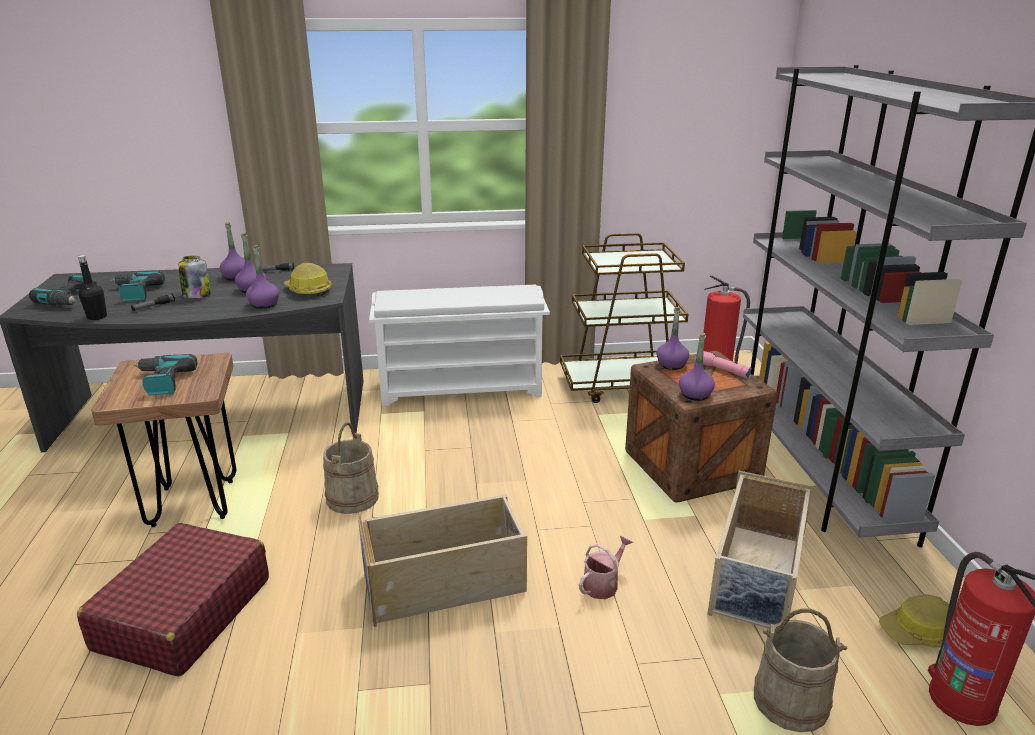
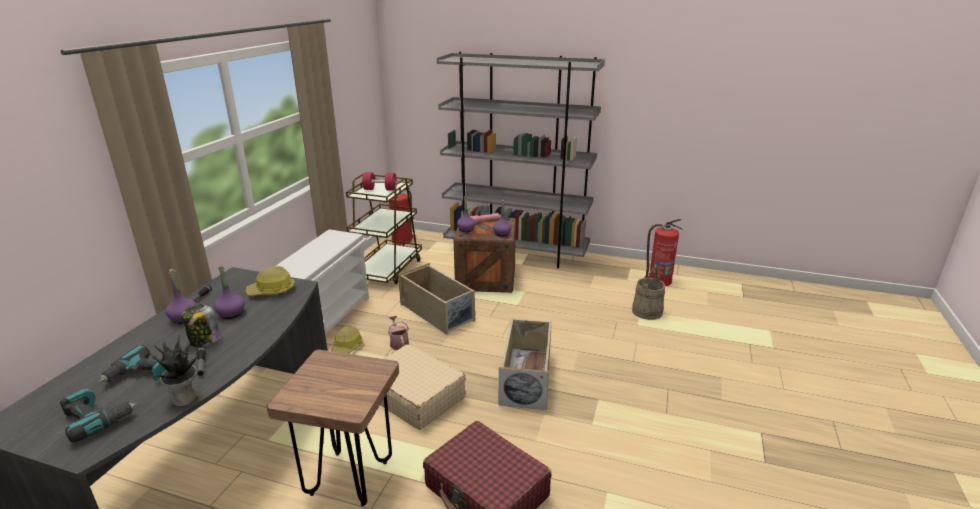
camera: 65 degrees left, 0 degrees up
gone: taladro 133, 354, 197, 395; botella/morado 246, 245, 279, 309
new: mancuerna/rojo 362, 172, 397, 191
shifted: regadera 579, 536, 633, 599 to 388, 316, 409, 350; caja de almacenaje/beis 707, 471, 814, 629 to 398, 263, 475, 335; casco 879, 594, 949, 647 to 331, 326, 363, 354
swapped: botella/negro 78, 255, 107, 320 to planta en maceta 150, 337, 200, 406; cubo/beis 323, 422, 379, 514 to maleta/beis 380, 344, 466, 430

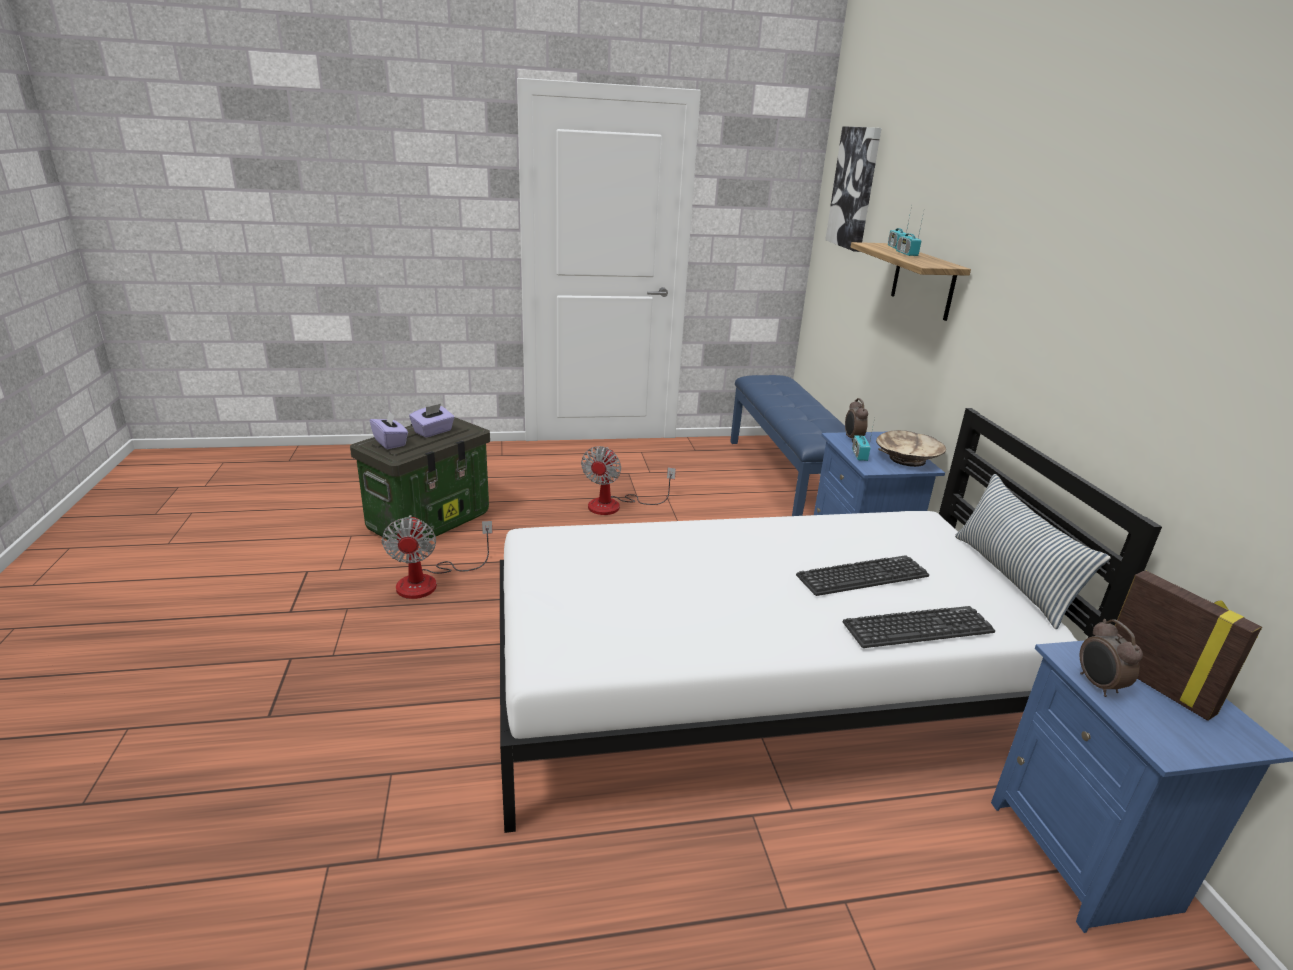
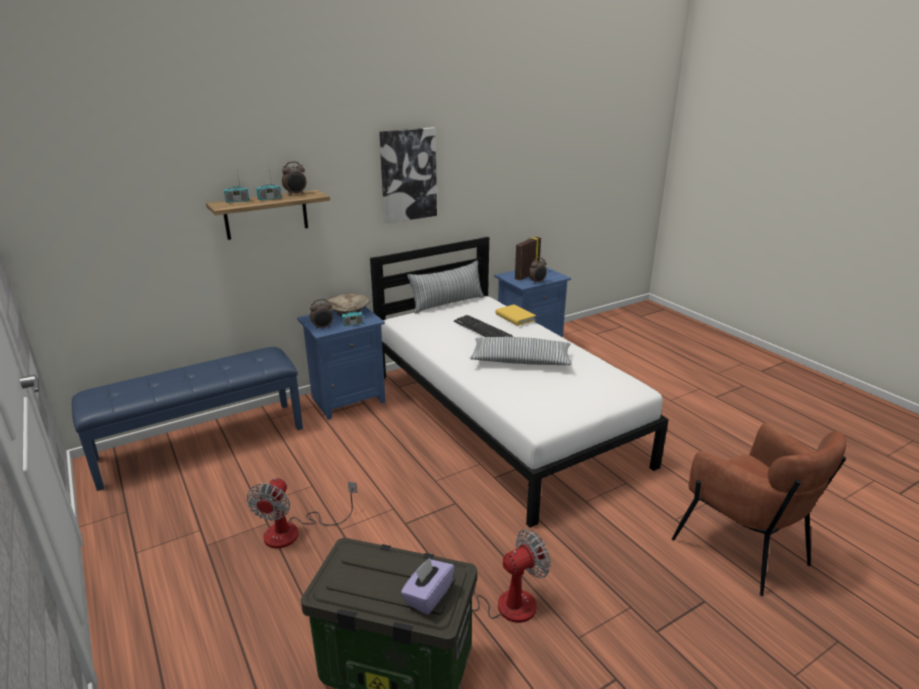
camera: 110 degrees left, 0 degrees up
gone: caja de pañuelos/morado 409, 404, 455, 438
new: despertador 282, 161, 307, 195; cojín 470, 337, 572, 365; sillón/marrón 672, 423, 846, 596
shifted: cuadro 825, 126, 882, 252 to 379, 127, 437, 224
swapped: teclado 843, 606, 995, 648 to libro/amarillo 495, 304, 536, 326
rotated: ventilador 581, 446, 676, 515 = 247, 478, 357, 549 105 degrees clockwise

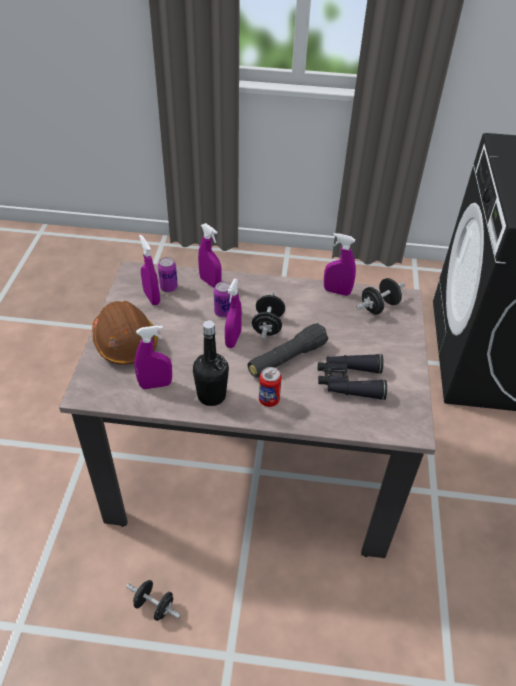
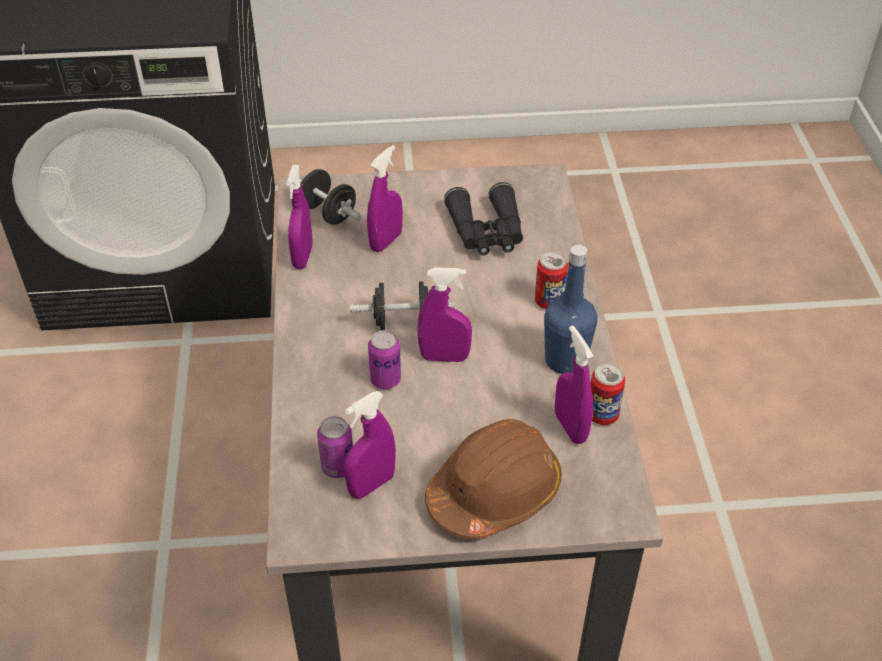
camera: 100 degrees left, 0 degrees up
gone: mancuerna/negro 126, 580, 181, 621; linterna/negro 248, 323, 328, 378
new: lata 591, 364, 625, 425
shifted: pulverizador/morado 198, 223, 222, 288 to 367, 145, 403, 252
repainted: botella/negro 193, 320, 229, 406 to botella/azul 544, 245, 598, 374

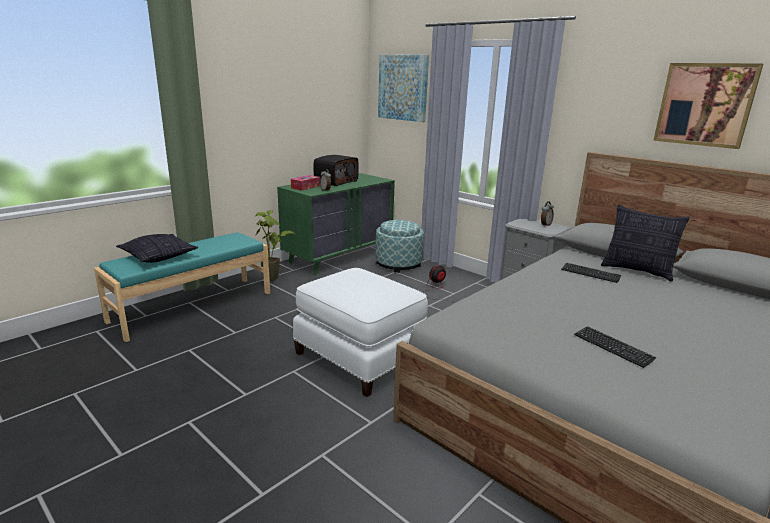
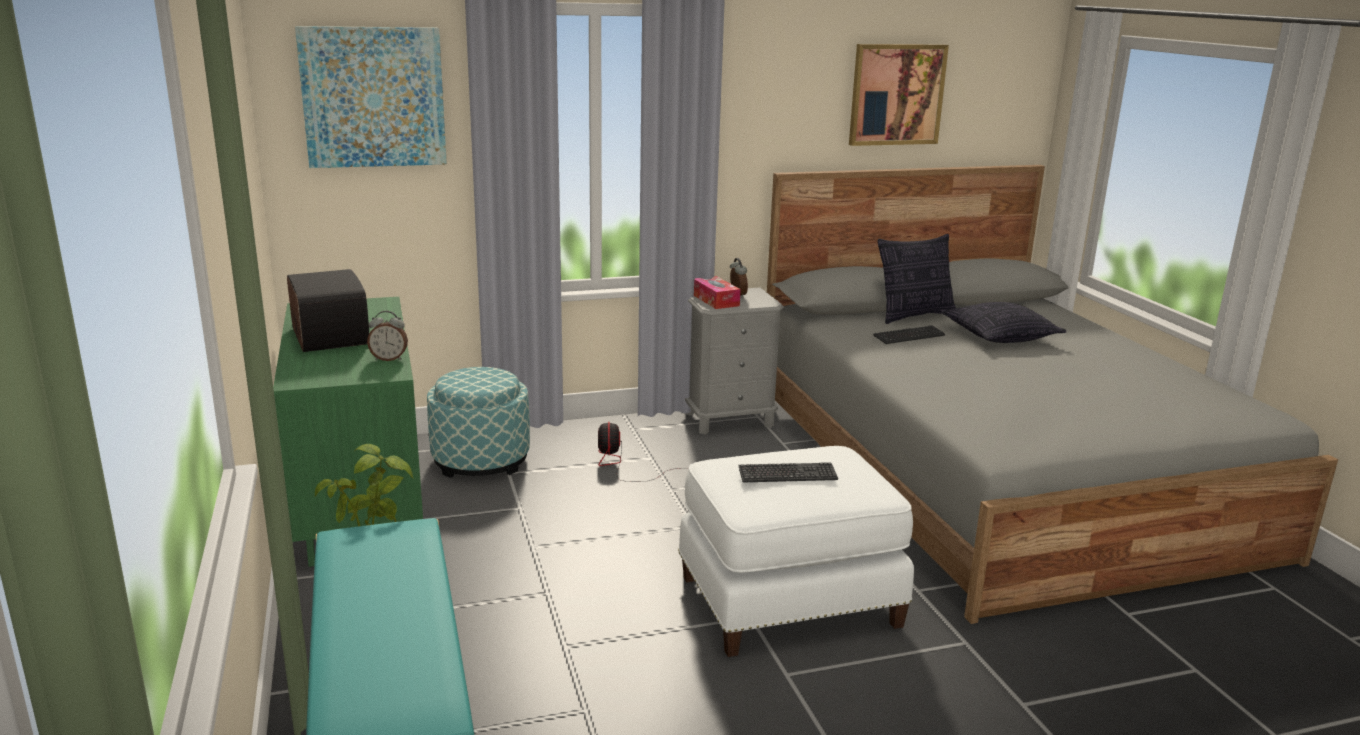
camera: 60 degrees left, 0 degrees up
shifted: cojín 116, 234, 198, 263 to 940, 302, 1066, 343; caja de pañuelos 291, 175, 320, 191 to 694, 276, 741, 309; teclado 574, 326, 657, 368 to 738, 462, 838, 482

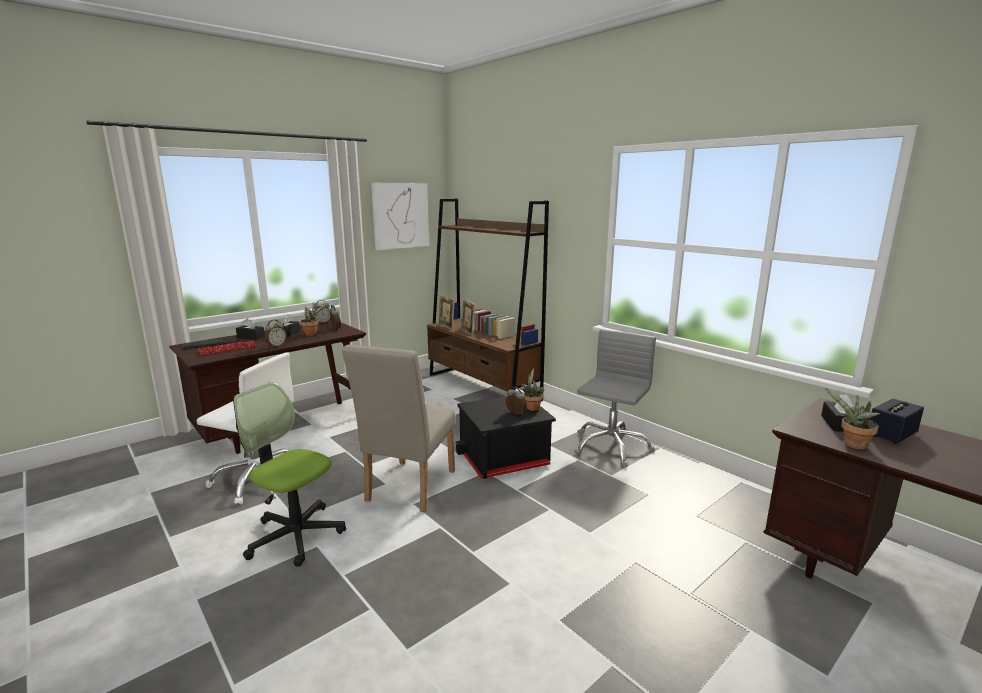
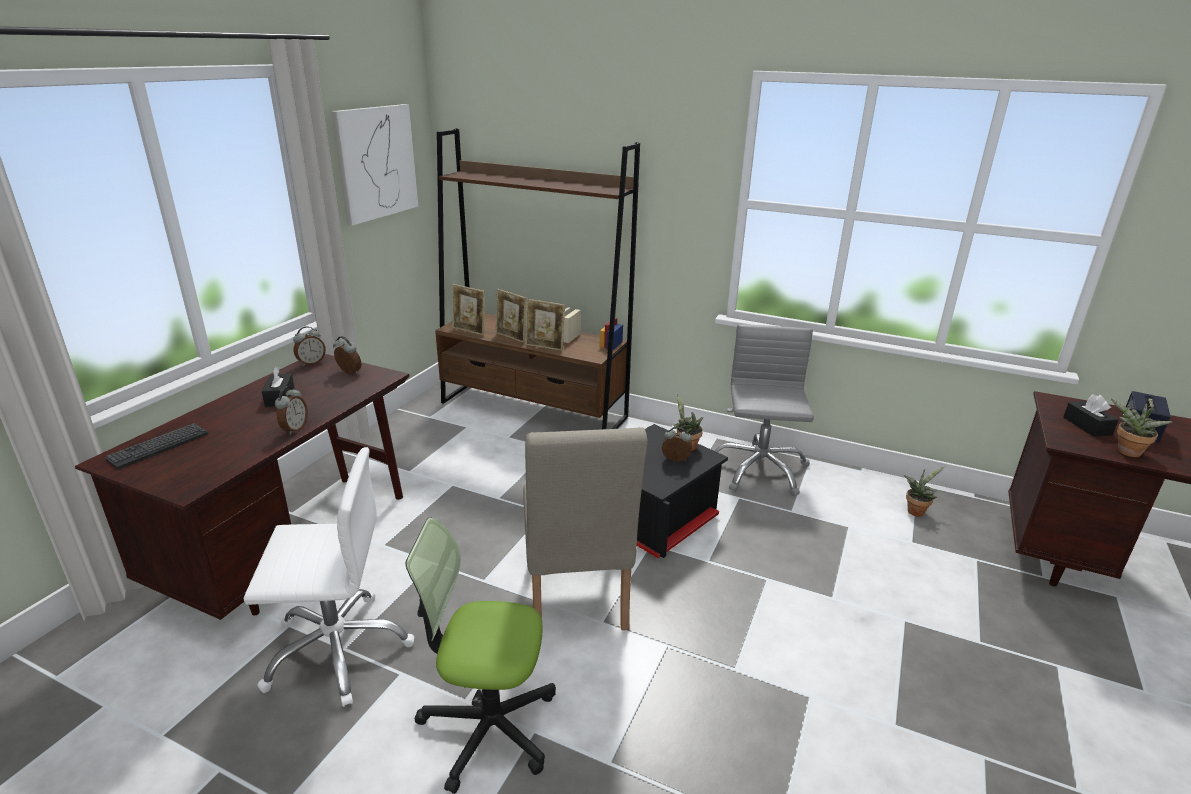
camera: 25 degrees left, 10 degrees up
gone: teclado 197, 341, 257, 356; caja de pañuelos/negro 236, 318, 265, 340
new: portarretratos 525, 299, 565, 351
shifted: planta en maceta 301, 303, 328, 336 to 904, 467, 944, 517

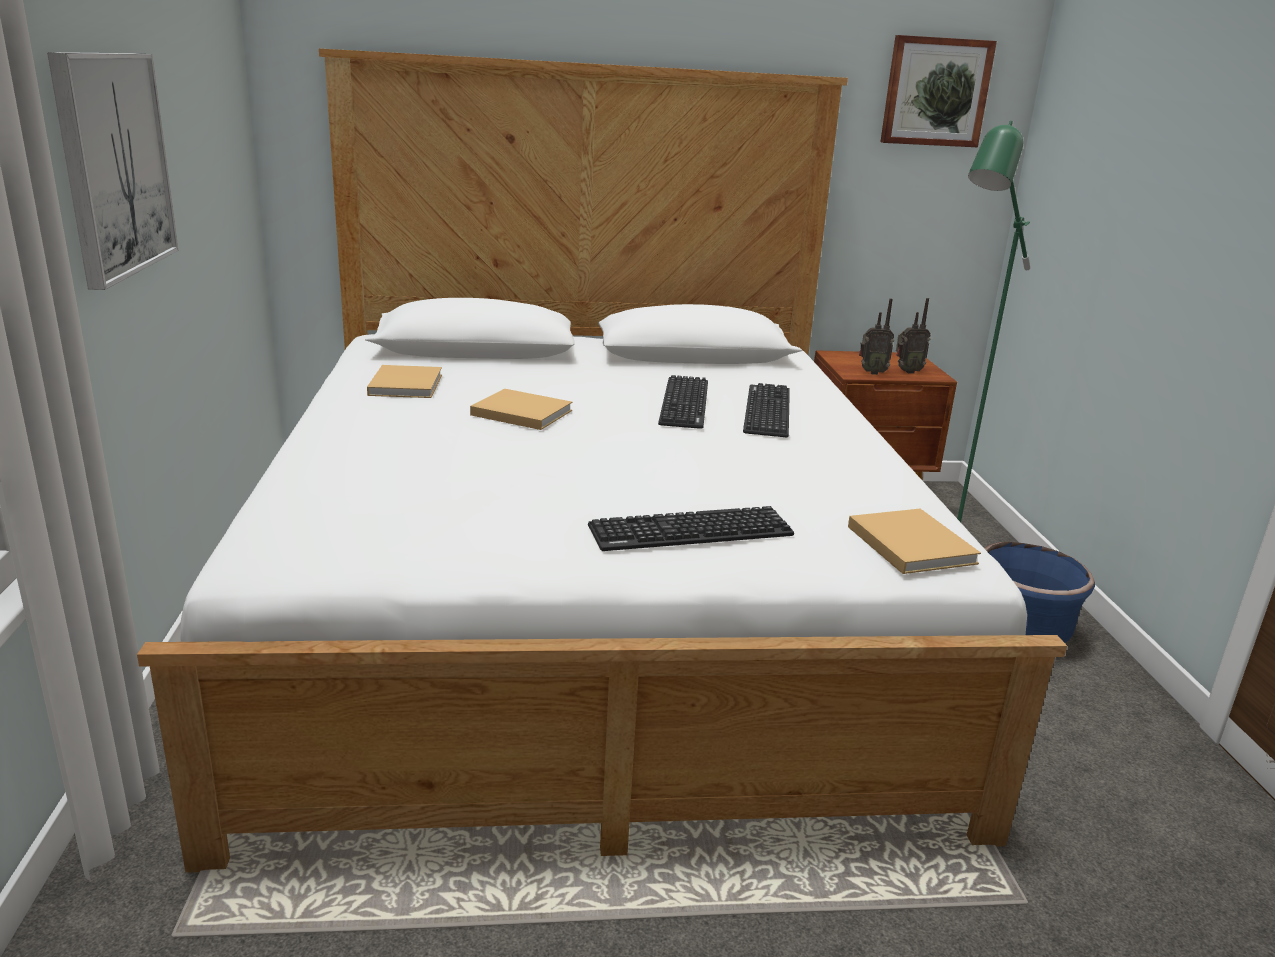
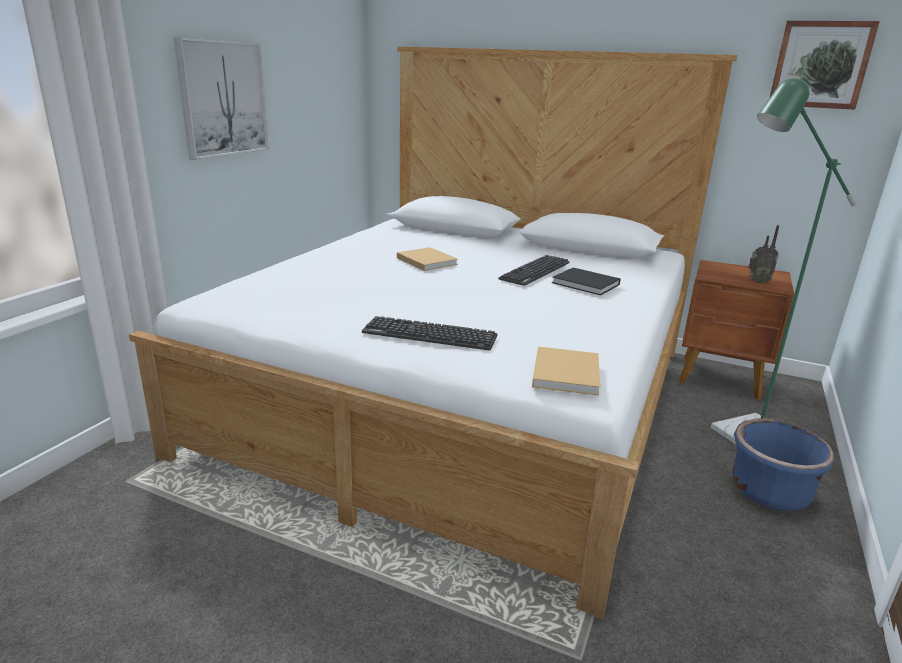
camera: 30 degrees right, 0 degrees up
gone: libro/beis 367, 365, 442, 398; radio 859, 298, 894, 375
swapped: teclado 743, 383, 790, 437 to libro/negro 552, 267, 621, 296

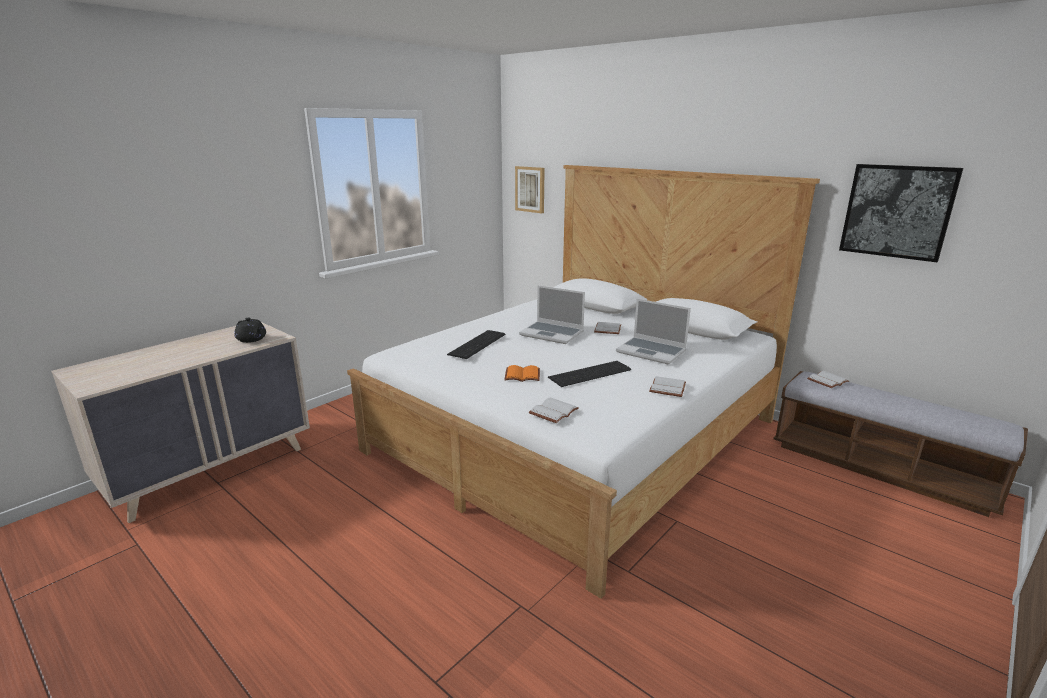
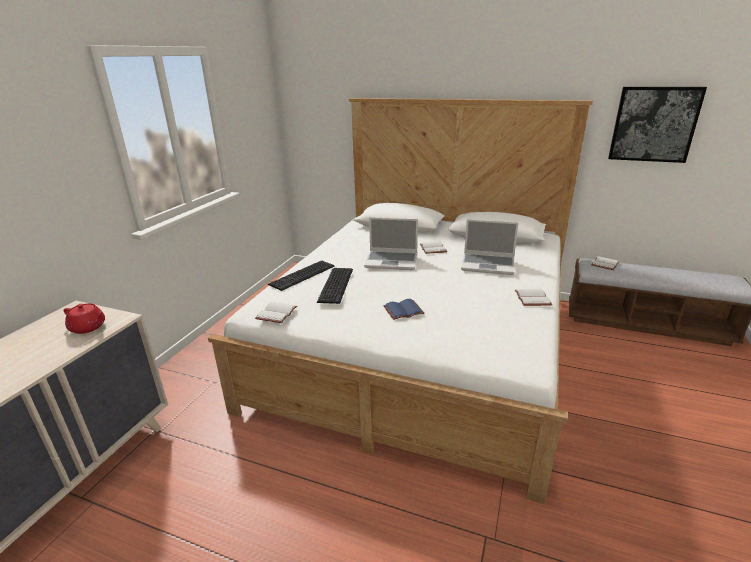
camera: 20 degrees left, 5 degrees up
gone: cuadro 515, 166, 545, 213
shifted: libro/blanco 528, 397, 579, 423 to 255, 302, 297, 323; teclado 548, 361, 631, 387 to 268, 261, 334, 291
repainted: tetera/negro 234, 318, 266, 343 to tetera/rojo 63, 303, 105, 334; libro/naranja 505, 365, 540, 382 to libro/azul 384, 299, 425, 320

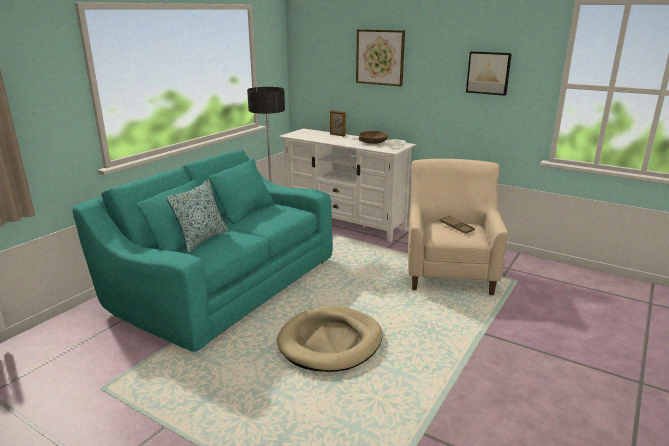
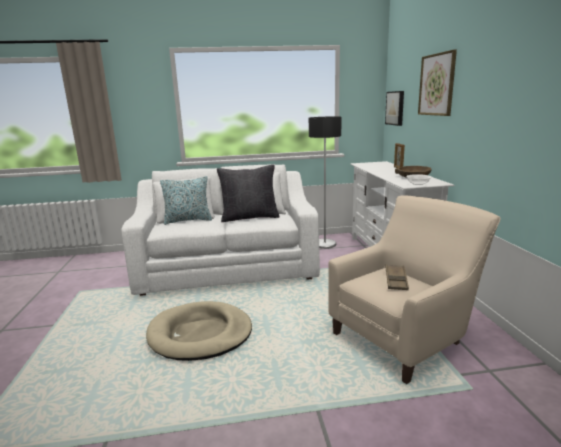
camera: 50 degrees right, 5 degrees down
new: cojín/negro 217, 165, 279, 222
shifted: cuadro 466, 51, 512, 96 to 385, 91, 404, 126
repainted: sofá/turquesa 72, 149, 333, 352 to sofá/blanco 121, 165, 320, 296

